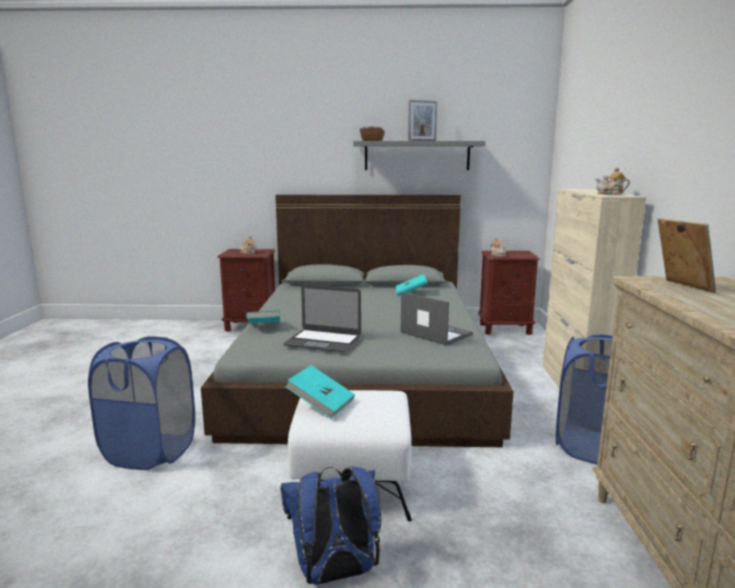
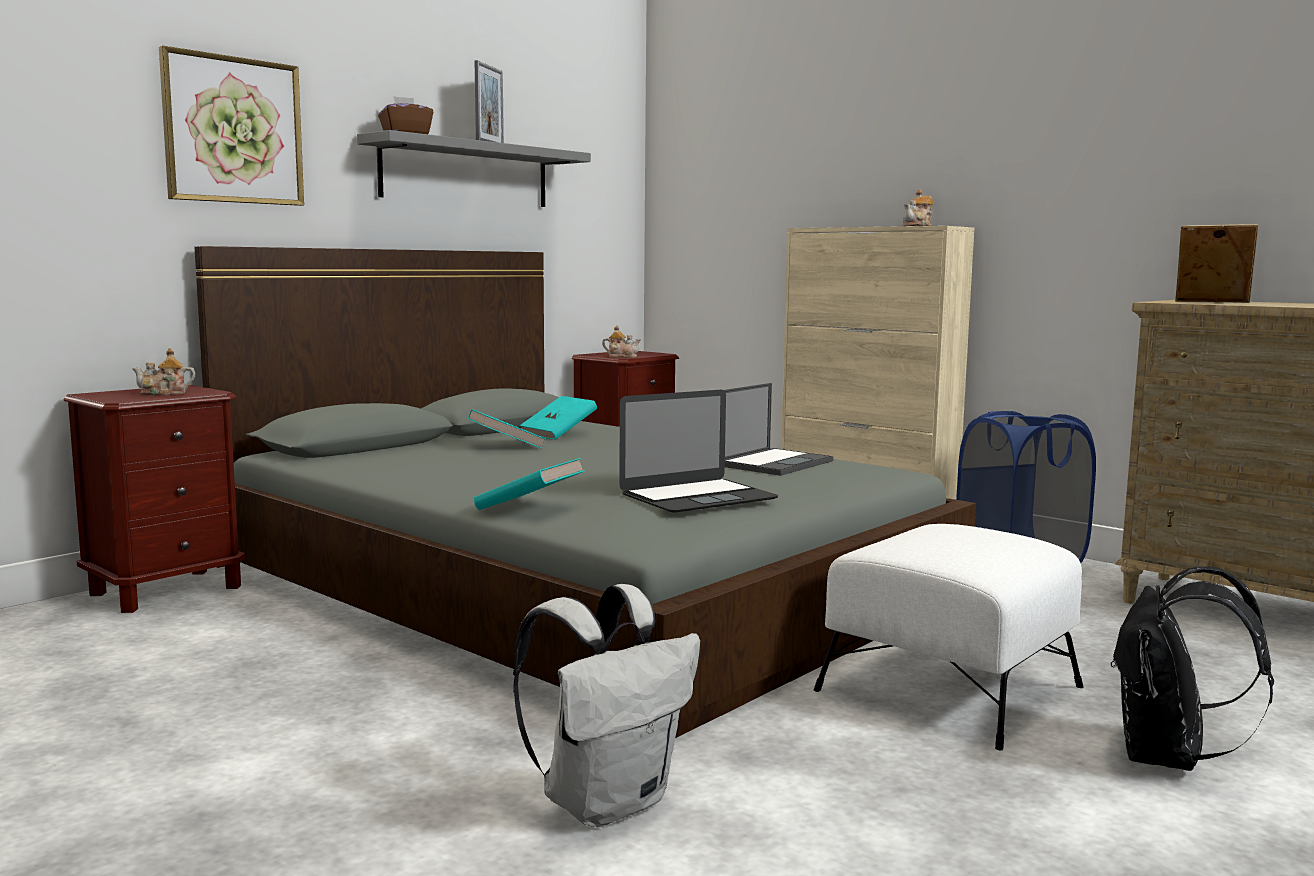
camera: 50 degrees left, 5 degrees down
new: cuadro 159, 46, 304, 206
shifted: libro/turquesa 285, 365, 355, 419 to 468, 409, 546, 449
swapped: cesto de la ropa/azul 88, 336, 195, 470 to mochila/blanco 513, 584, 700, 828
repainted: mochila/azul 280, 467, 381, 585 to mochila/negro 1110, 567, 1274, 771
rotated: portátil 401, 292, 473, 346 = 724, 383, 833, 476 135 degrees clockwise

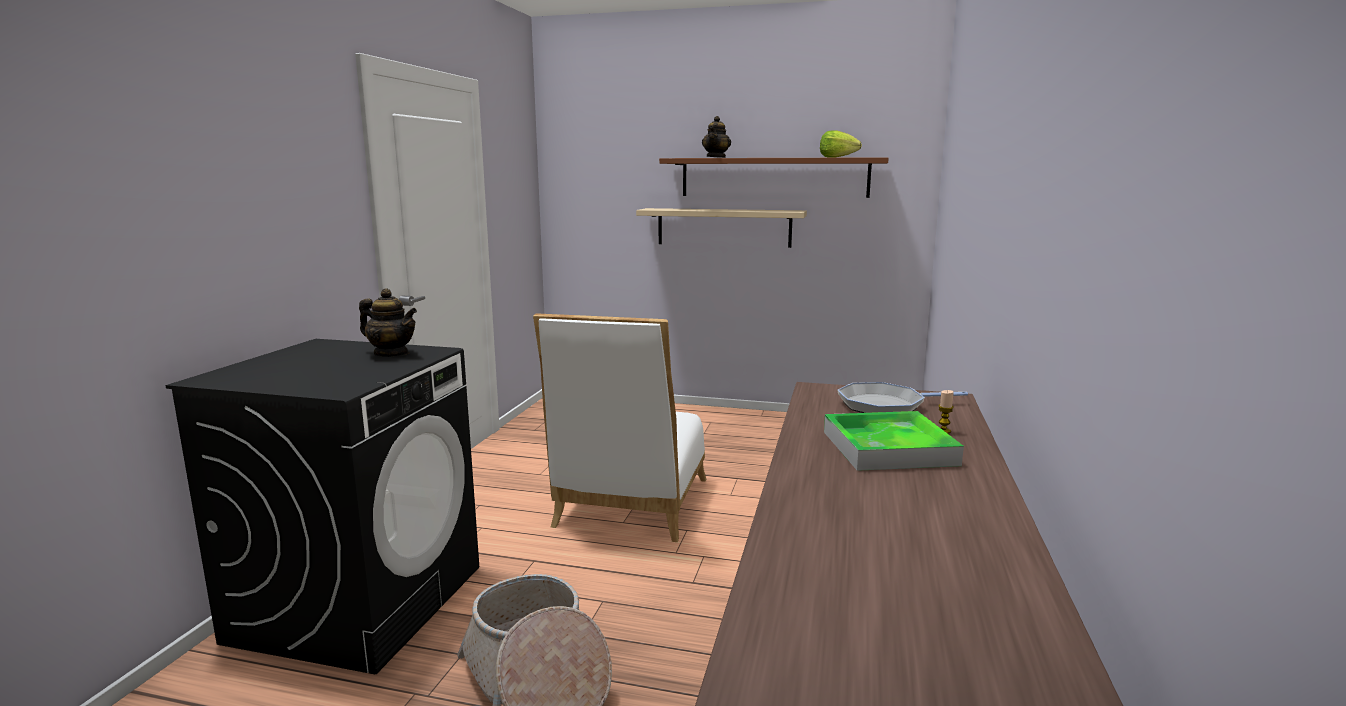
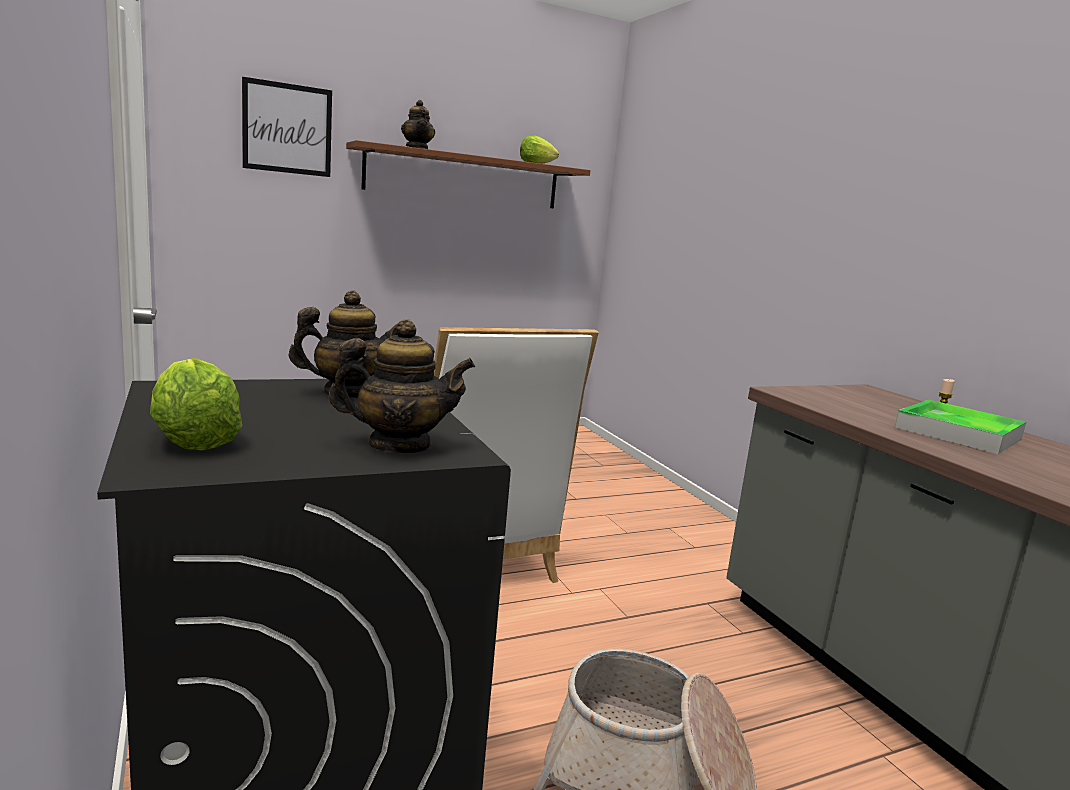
camera: 40 degrees left, 0 degrees up
gone: estante/beis 636, 208, 807, 248; sartén 838, 382, 968, 413
new: lechuga 150, 358, 242, 451; cuadro 242, 77, 332, 177; tetera 328, 319, 475, 453

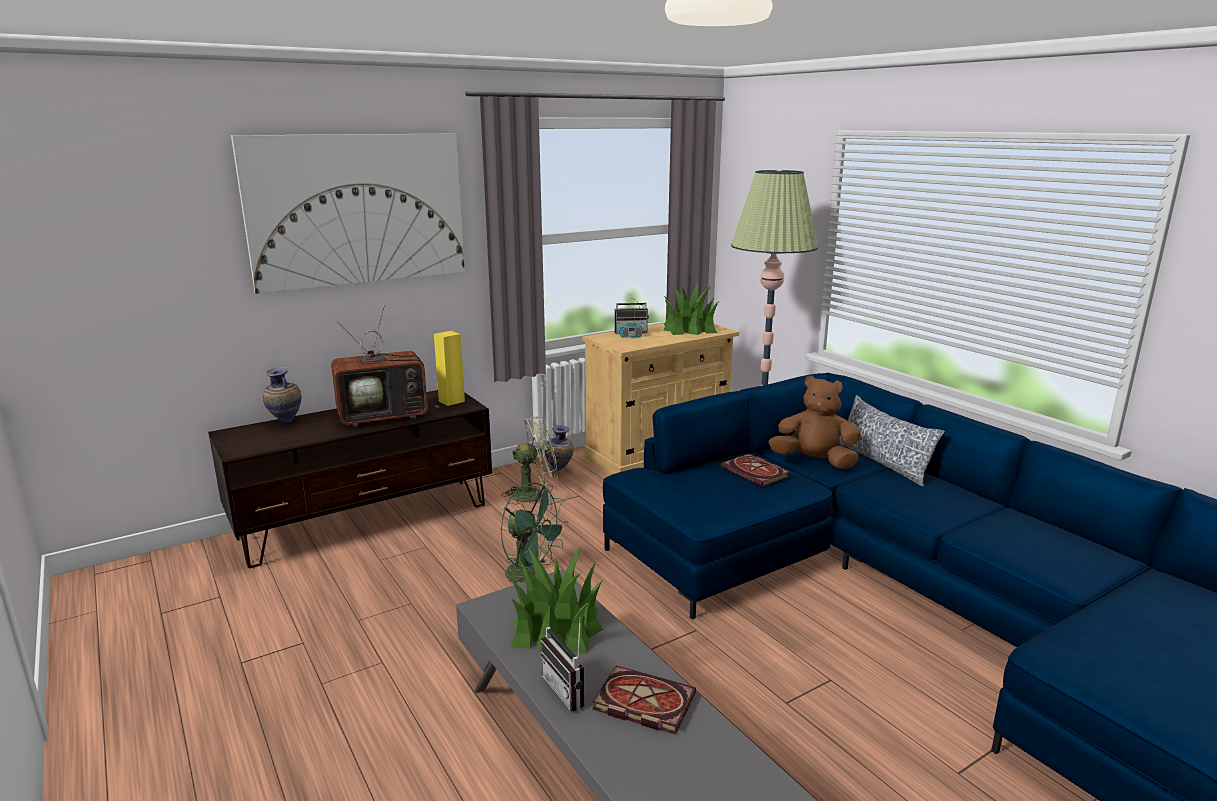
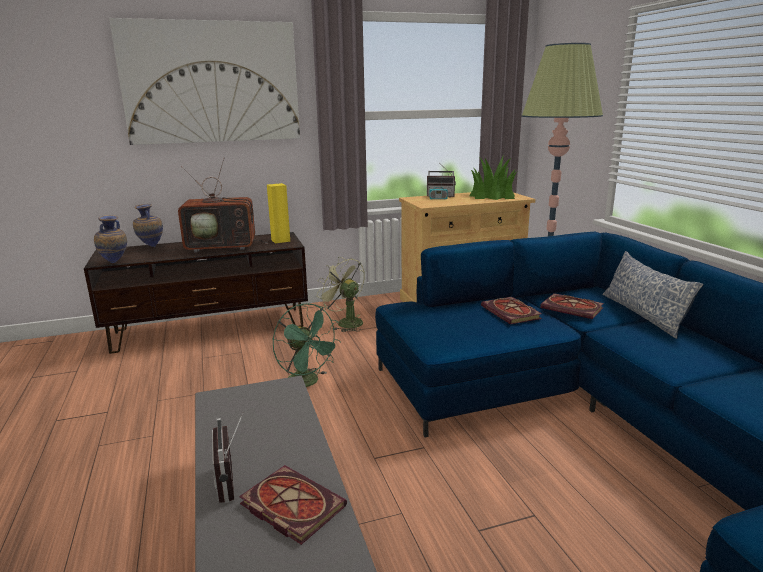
camera: 15 degrees right, 0 degrees up
gone: planta en maceta 510, 545, 604, 654
shifted: florero 545, 425, 574, 471 to 94, 215, 127, 263
swapped: peluche/marrón 769, 376, 861, 469 to libro 540, 293, 604, 319
rotated: ventilador/verde 503, 417, 557, 505 = 317, 257, 364, 332 135 degrees counterclockwise

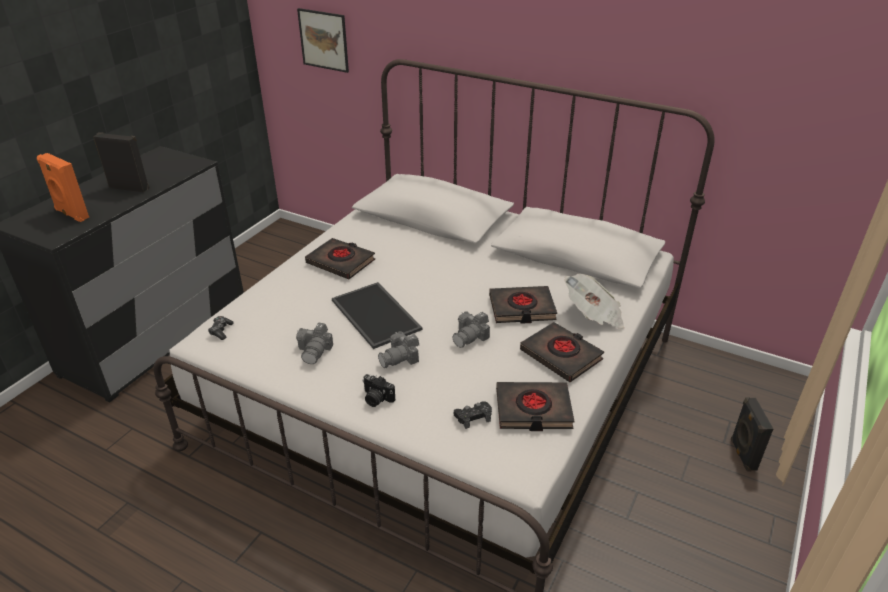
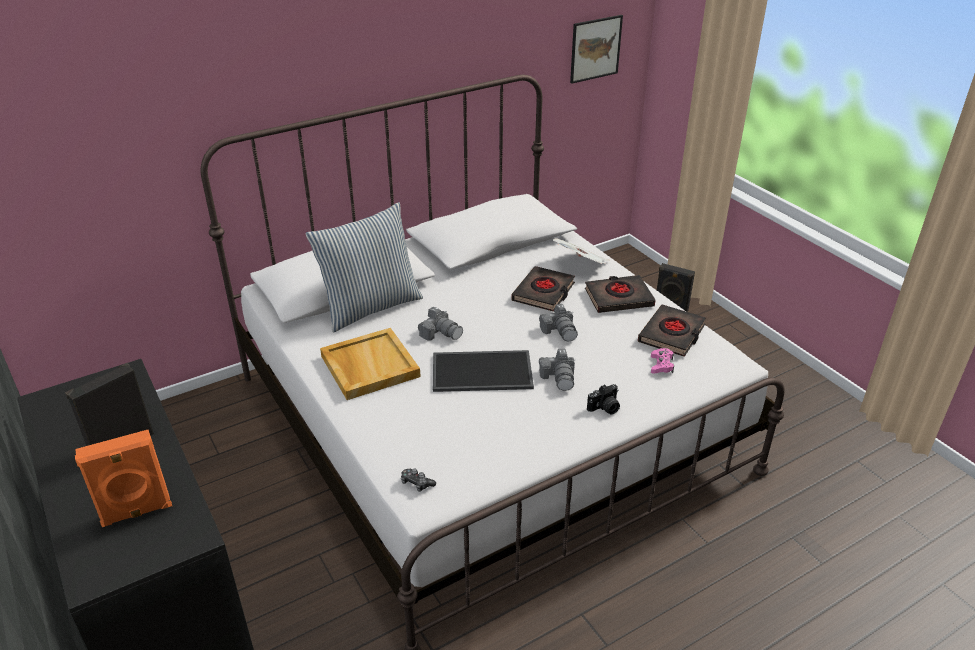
camera: 60 degrees left, 0 degrees up
new: cojín 306, 202, 423, 332
shifted: cámara 296, 322, 333, 364 to 418, 307, 463, 341; cuadro 297, 8, 349, 73 to 570, 15, 623, 84
swapped: libro/negro 305, 238, 375, 279 to bandeja/beis 320, 328, 421, 400
repainted: mando de consola/negro 454, 401, 492, 429 to mando de consola/rosa 651, 348, 674, 373

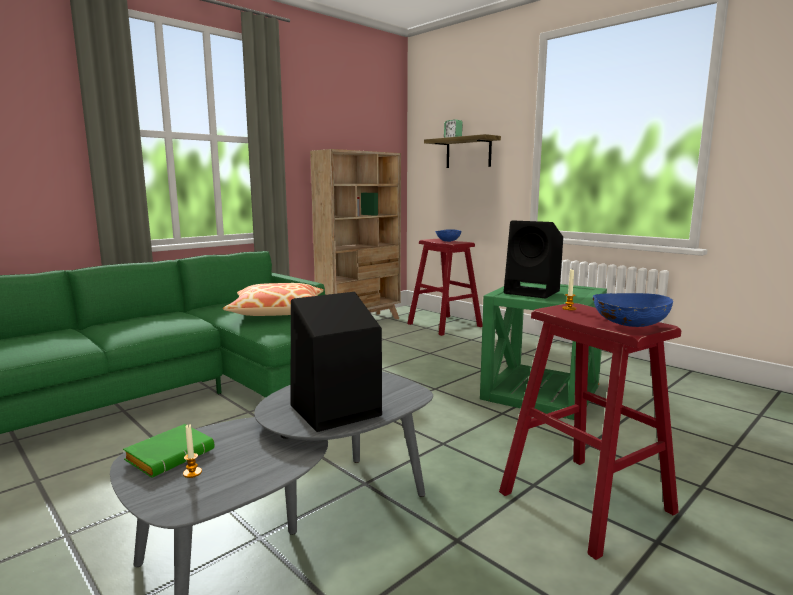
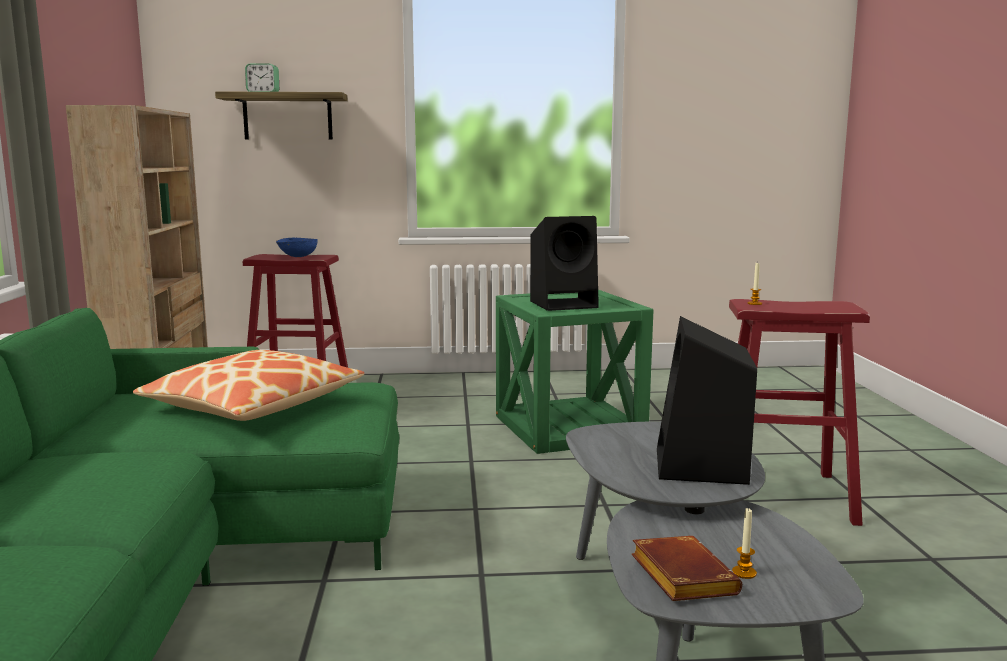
camera: 50 degrees left, 0 degrees up
gone: cuenco/azul 592, 293, 674, 327
repainted: libro/verde 123, 424, 215, 478 to libro/marrón 632, 536, 742, 601

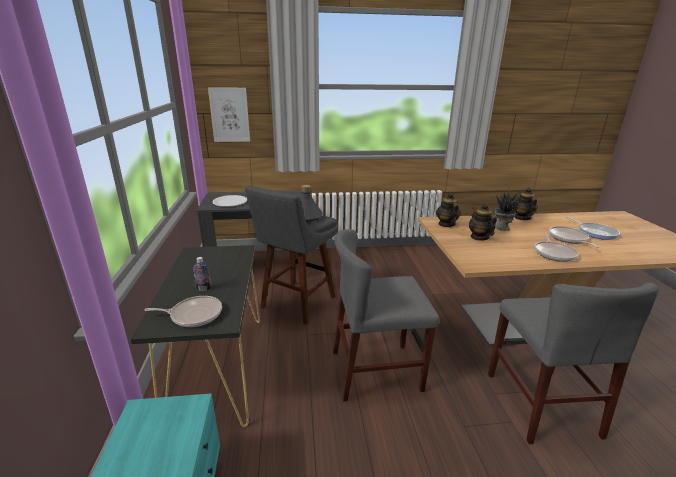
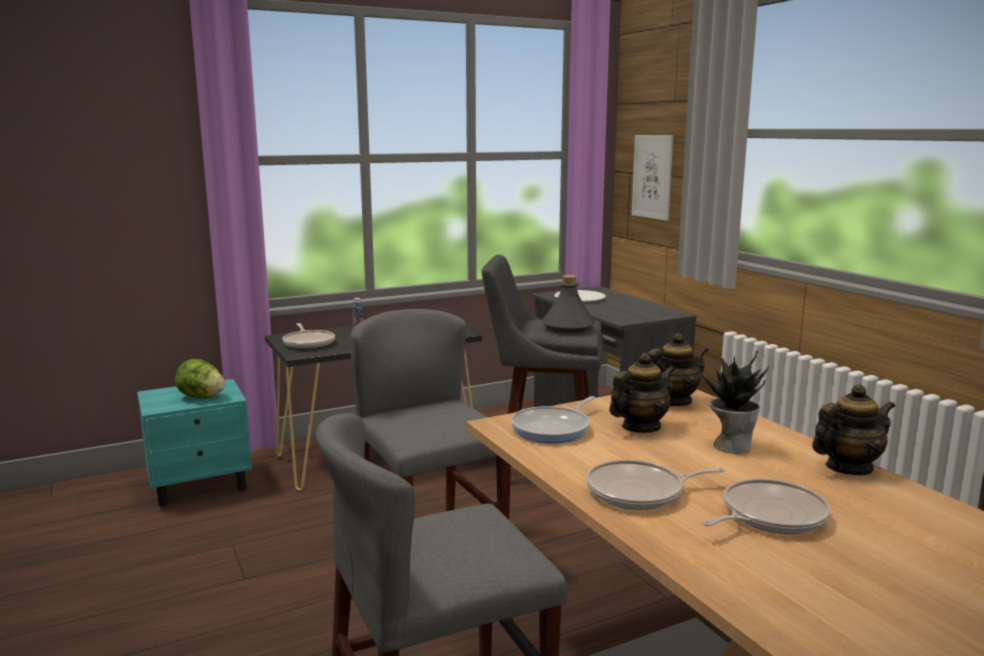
camera: 70 degrees right, 10 degrees down
new: lechuga 175, 359, 226, 399
shifted: sartén 566, 217, 620, 240 to 511, 396, 595, 443

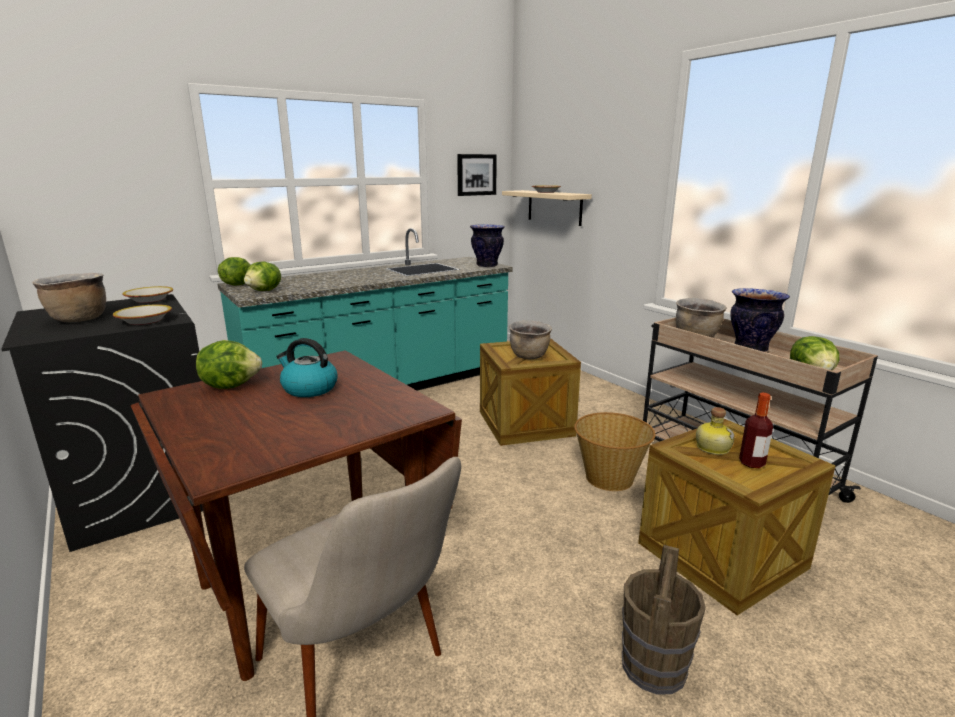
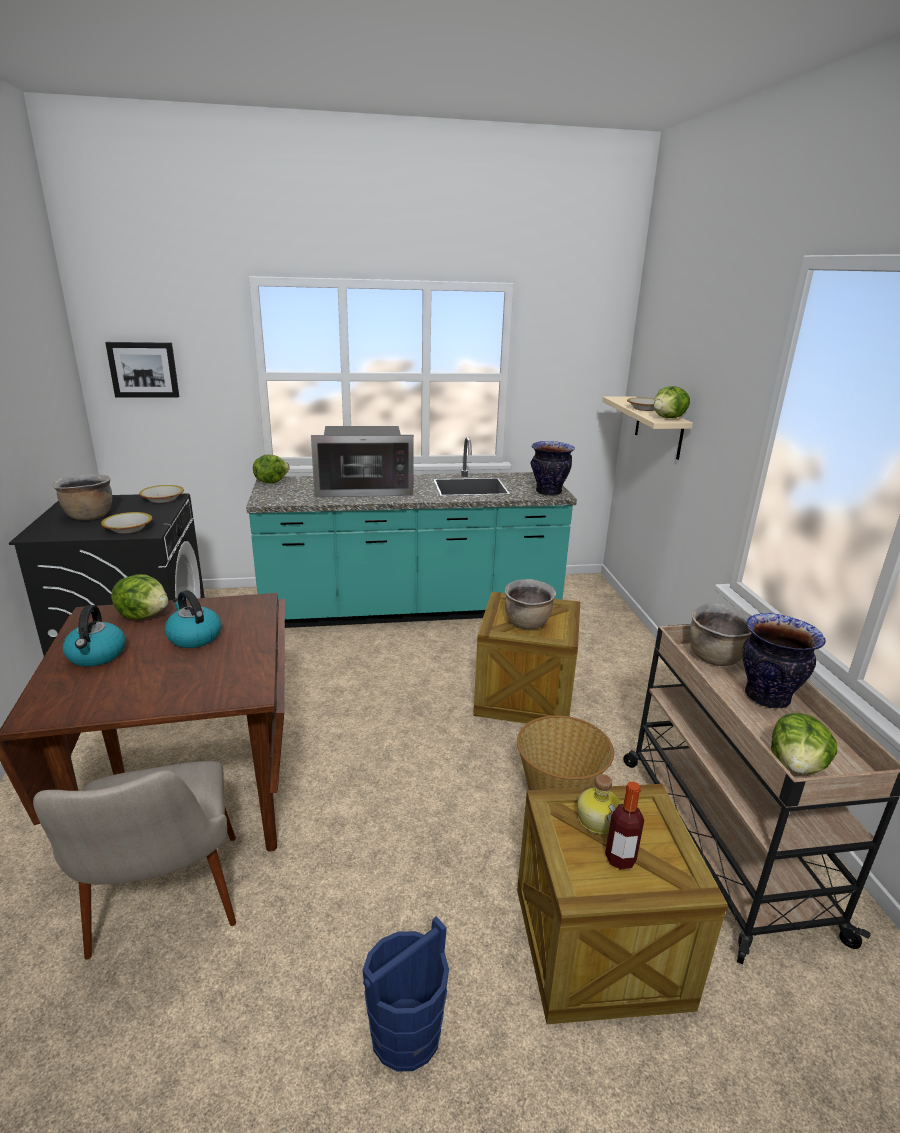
camera: 25 degrees right, 5 degrees up
new: hervidor 62, 605, 126, 667; microondas 311, 426, 414, 497
shifted: lechuga 244, 261, 281, 291 to 654, 386, 690, 418; cuadro 457, 154, 497, 196 to 105, 342, 179, 397
repainted: cubo/marrón 622, 545, 706, 695 to cubo/azul 362, 916, 449, 1072

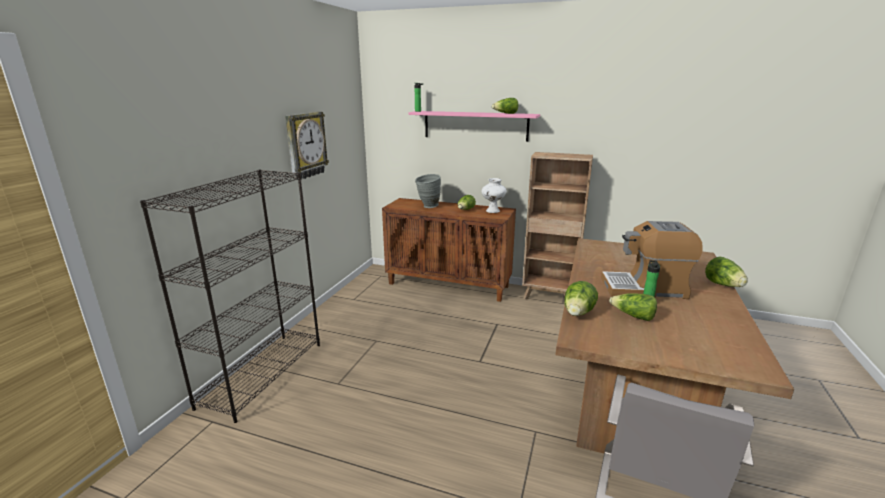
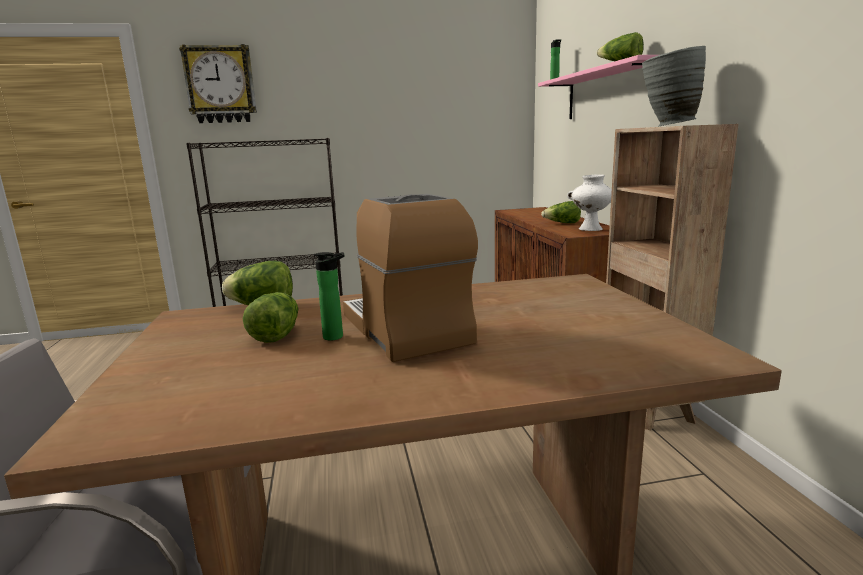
camera: 60 degrees right, 5 degrees down
gone: lechuga 705, 256, 748, 287
shifted: reloj de pared 285, 112, 329, 180 to 179, 44, 257, 123; florero/gris 415, 174, 441, 208 to 642, 46, 706, 127

